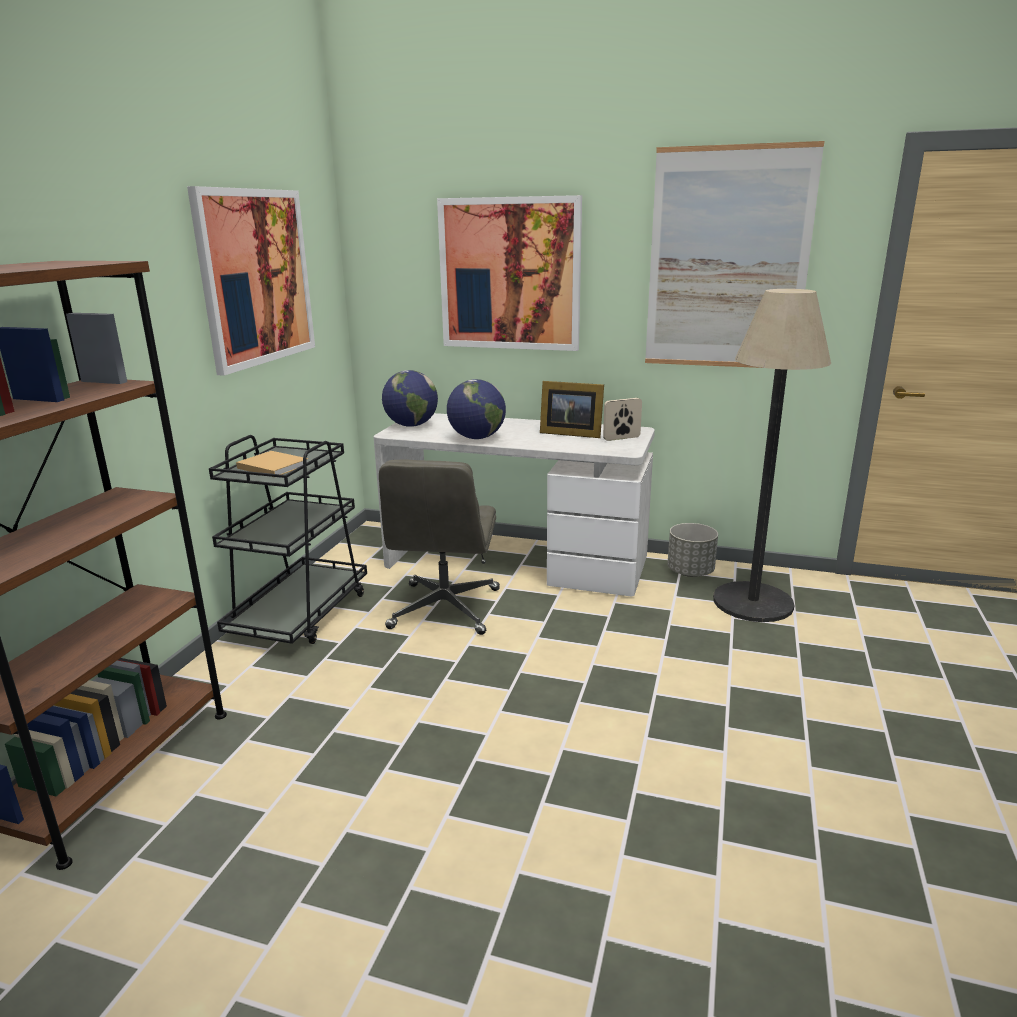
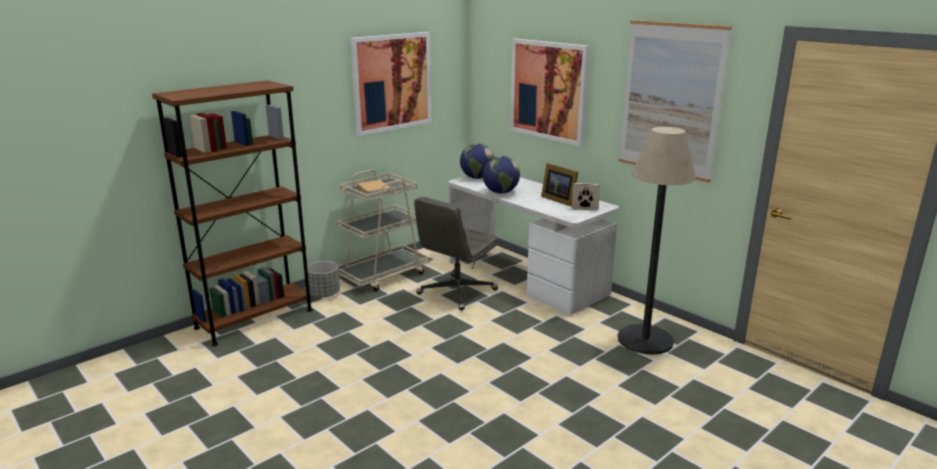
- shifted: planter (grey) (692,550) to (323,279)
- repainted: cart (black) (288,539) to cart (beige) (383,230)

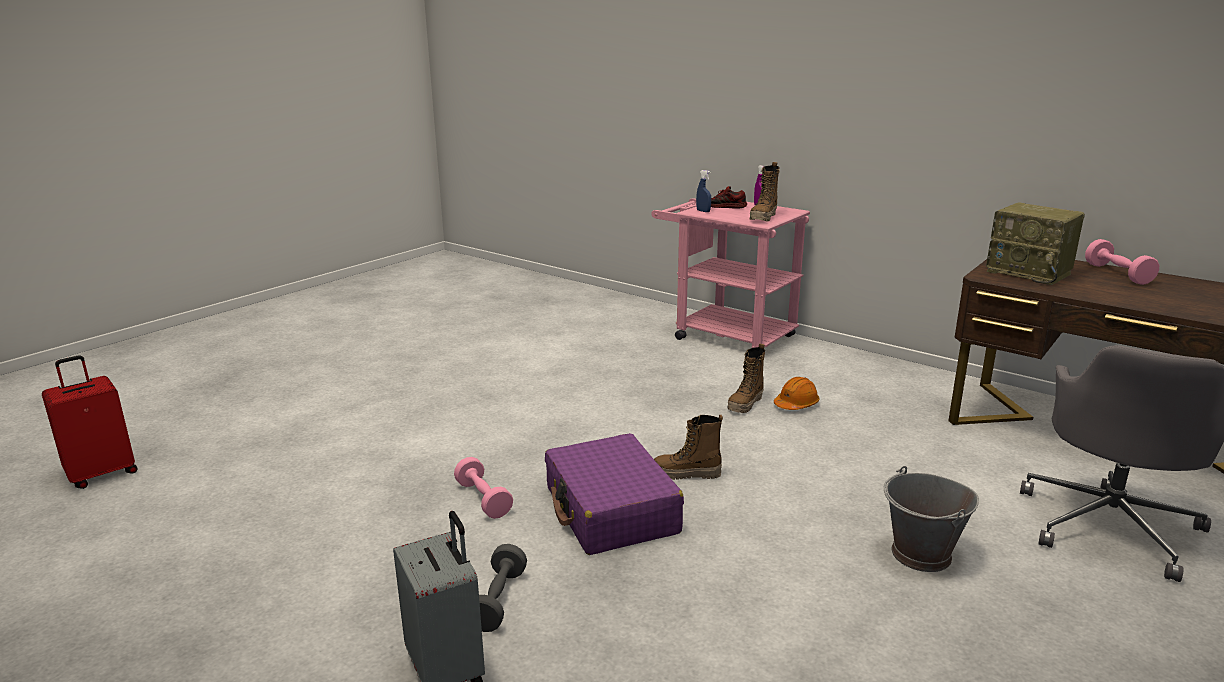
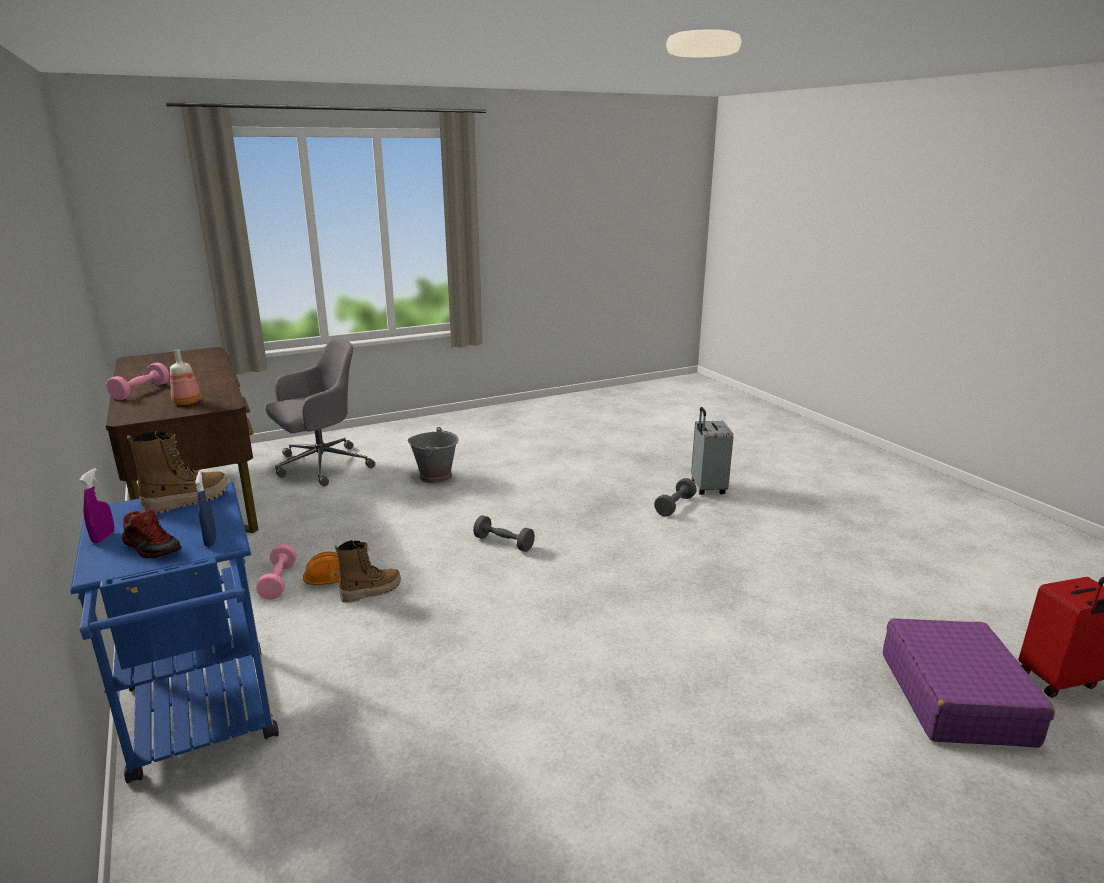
- repainted: cart (pink) (731,273) to cart (blue) (174,633)
- swapped: radio (1035,243) to bottle (185,377)
- shifted: dumbbell (pink) (483,488) to (276,572)
- swapped: boot (688,447) to dumbbell (grey) (504,533)
- shifted: suitcase (purple) (614,494) to (969,683)

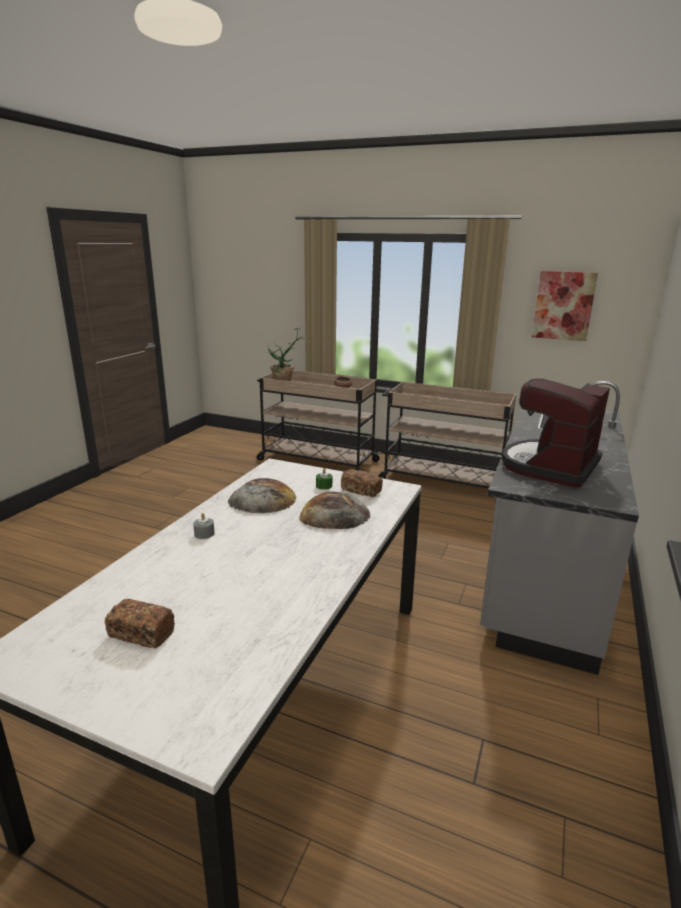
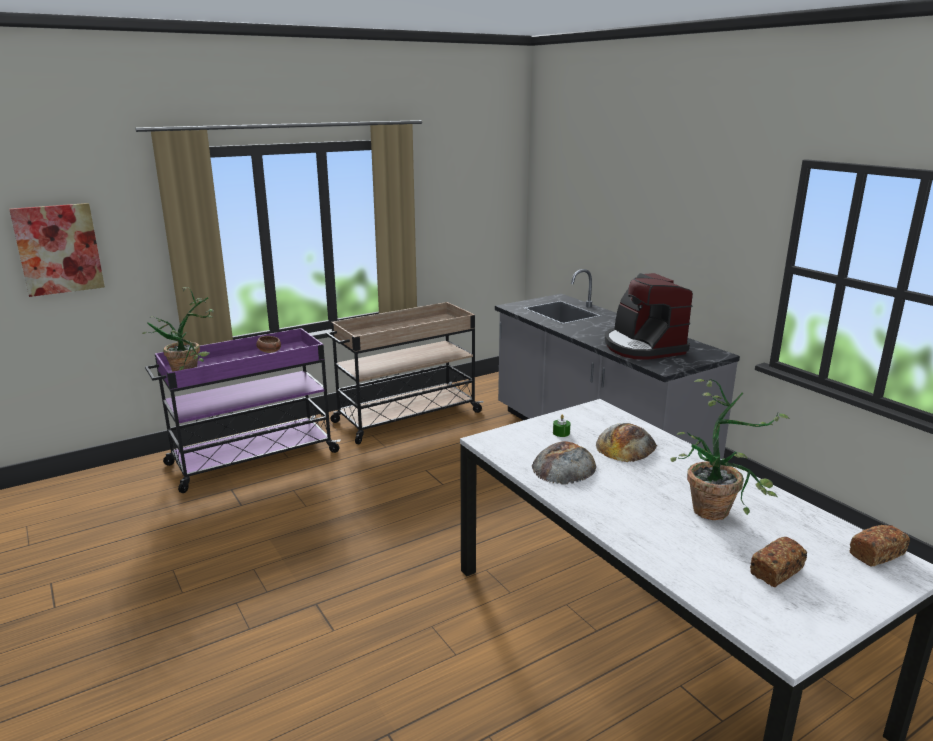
- shifted: picture (565,306) to (57,250)
- repainted: cart (beige) (319,420) to cart (purple) (243,410)
- new: potted plant (730,449)
- shifted: bread (362,483) to (880,546)
- gone: candle (grey) (204,526)

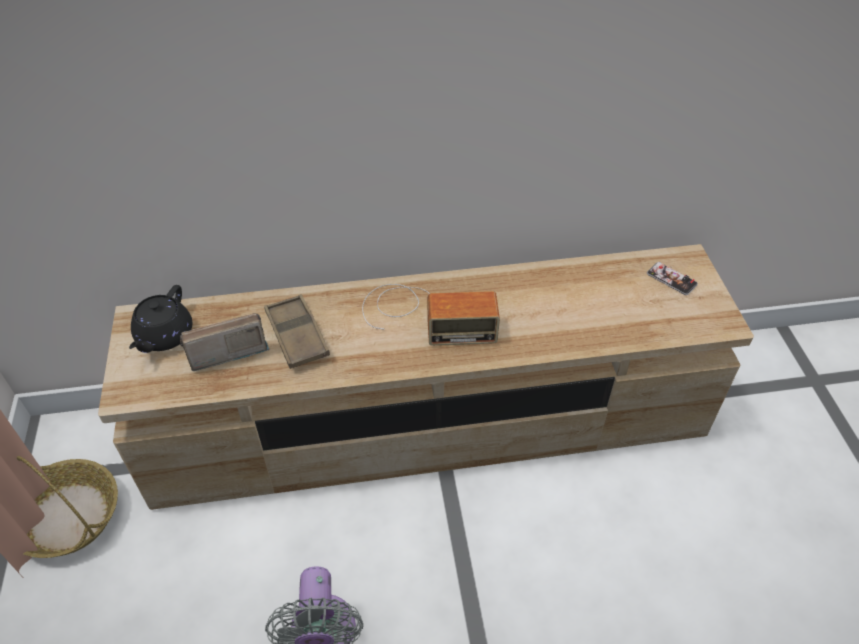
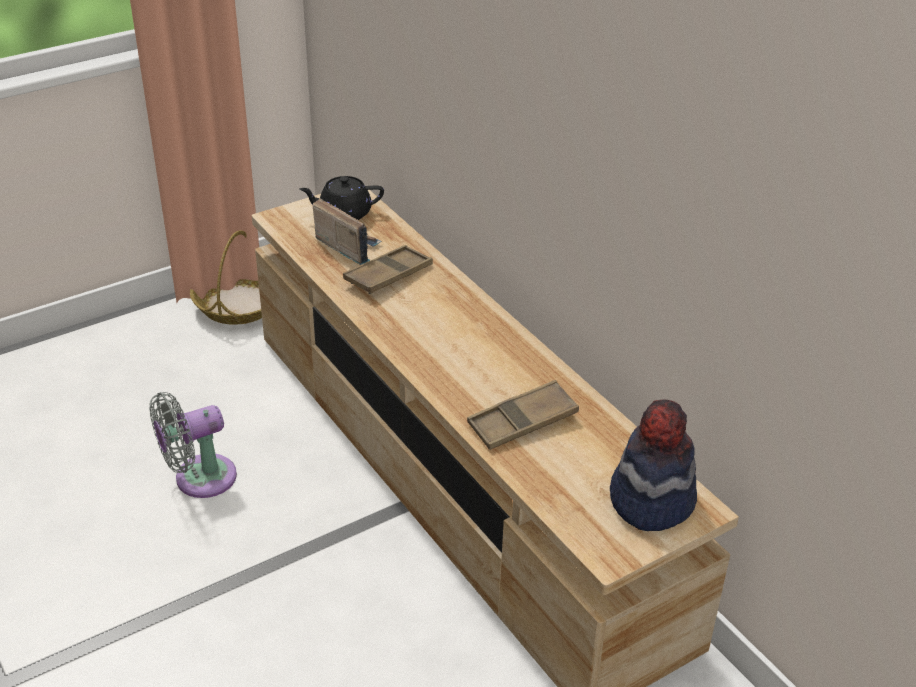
- new: tray (brown) (523,415)
- swapped: phone (672,278) to hat (653,465)
- gone: radio (431,315)

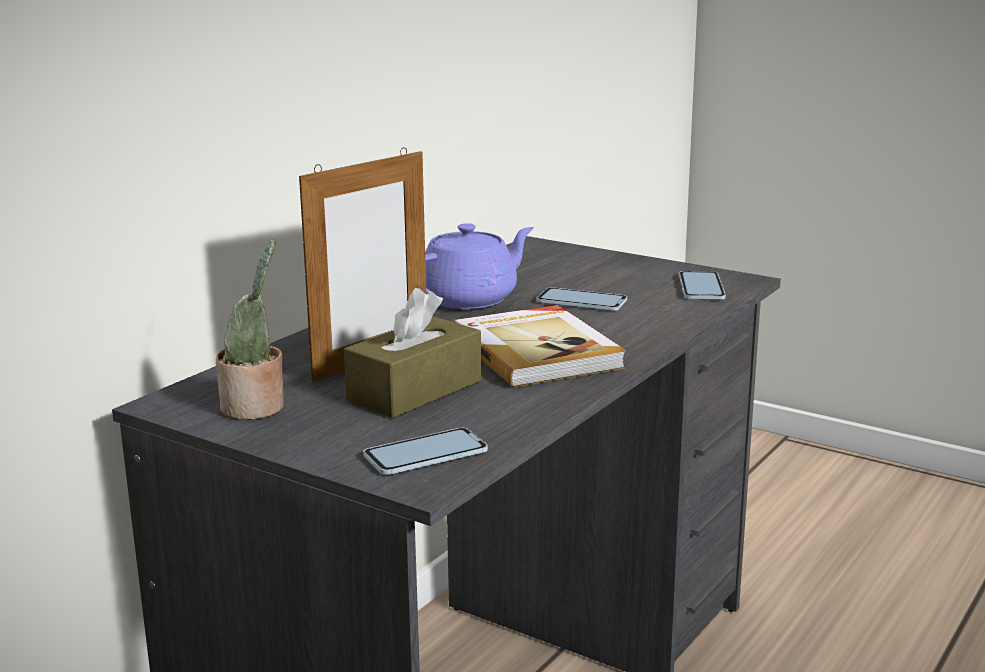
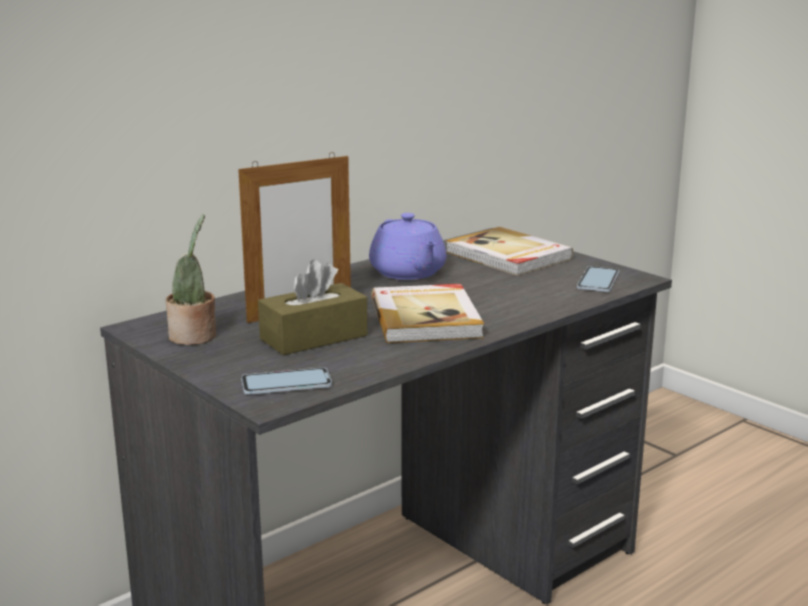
- rotated: teapot (purple) (479,266) = (407,246) 90 degrees clockwise
- new: book (509,251)
- gone: phone (581,299)

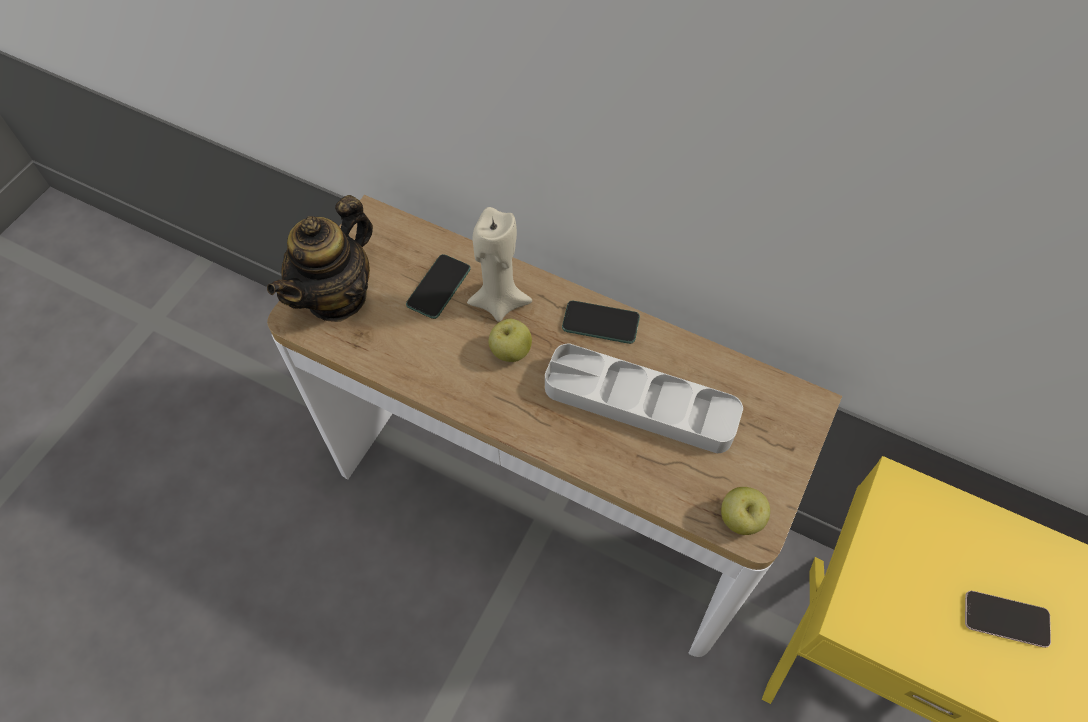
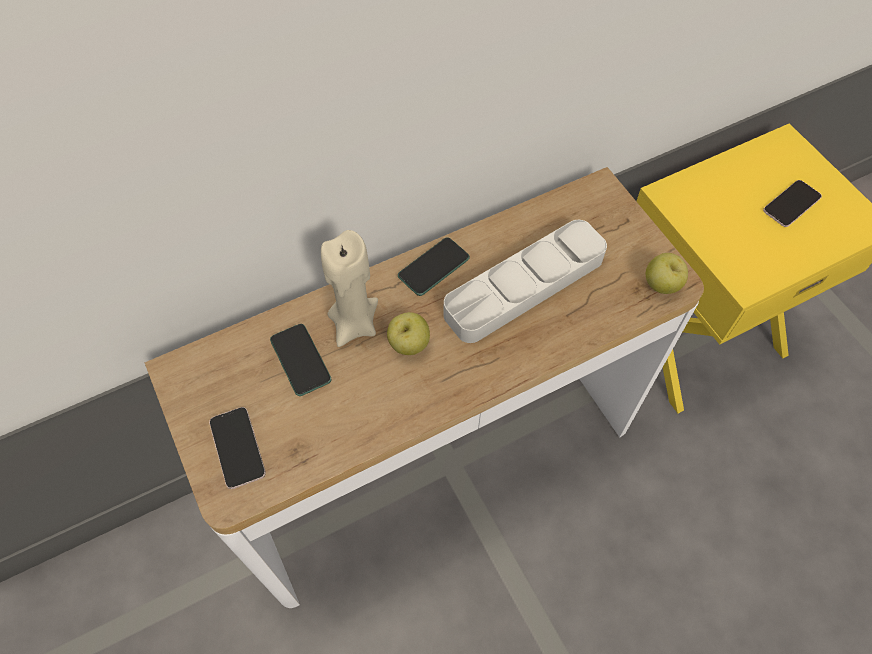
- swapped: teapot (320,258) to phone (237,448)

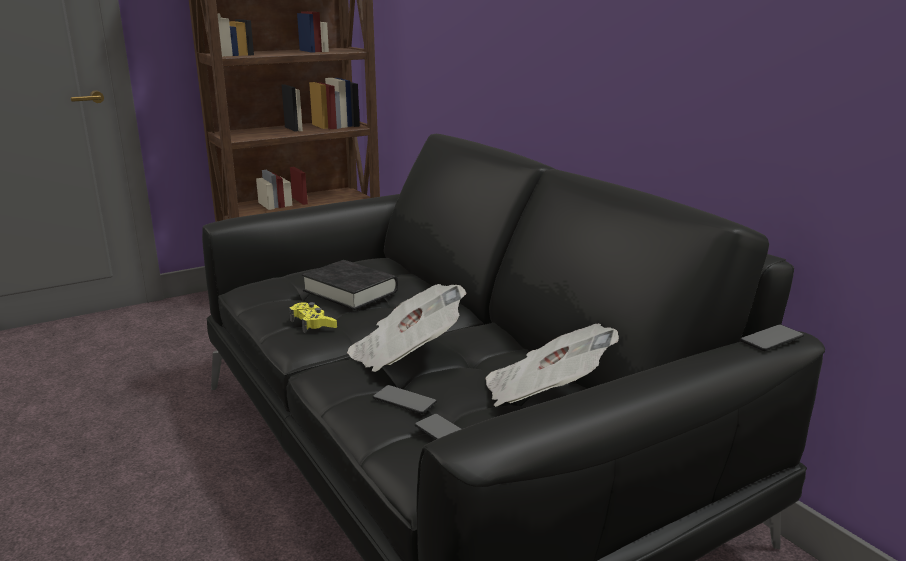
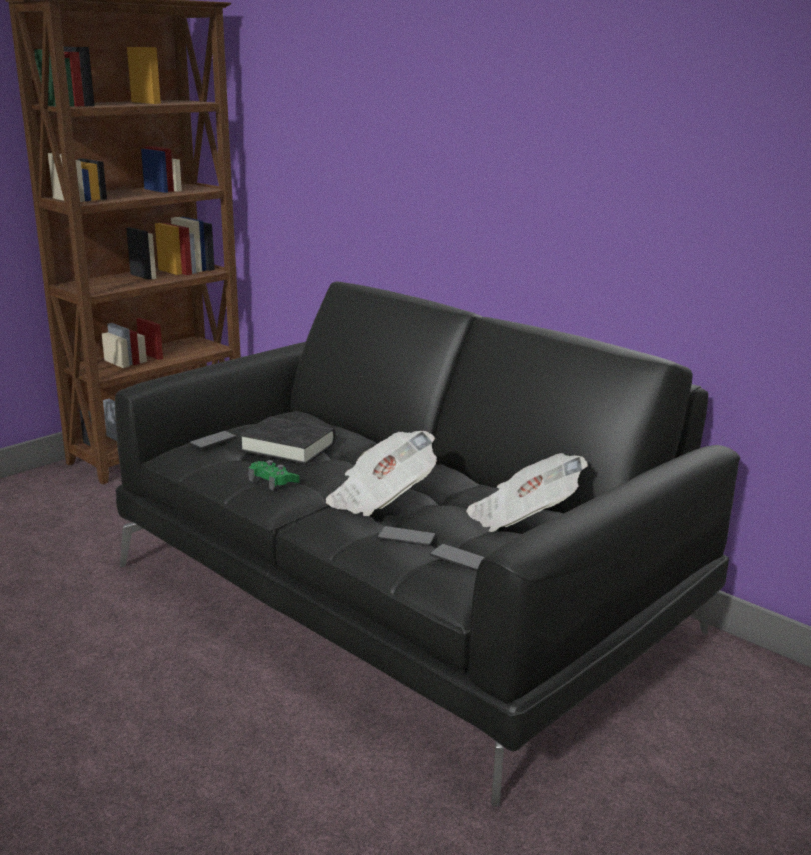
- shifted: phone (772,337) to (212,440)
- repainted: game controller (yellow) (313,317) to game controller (green) (274,475)

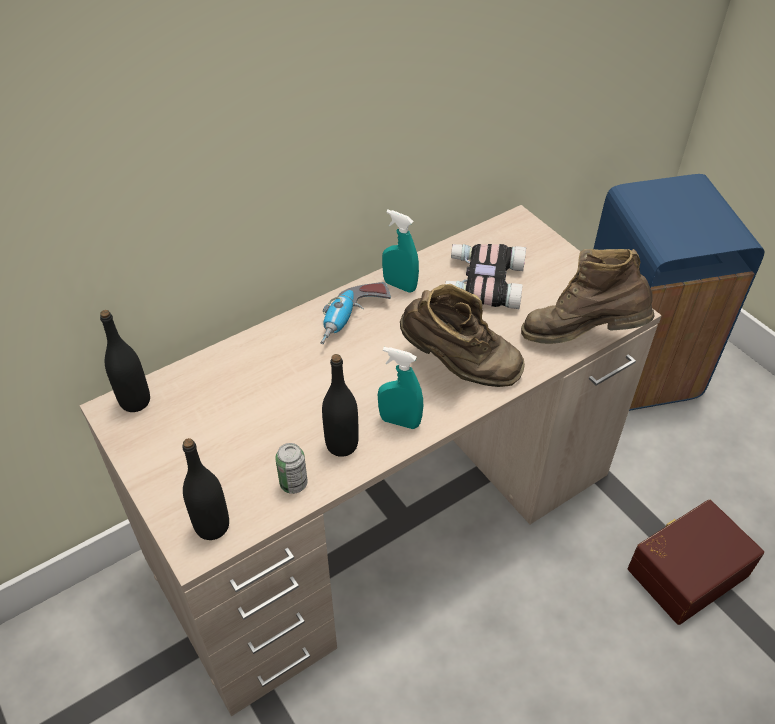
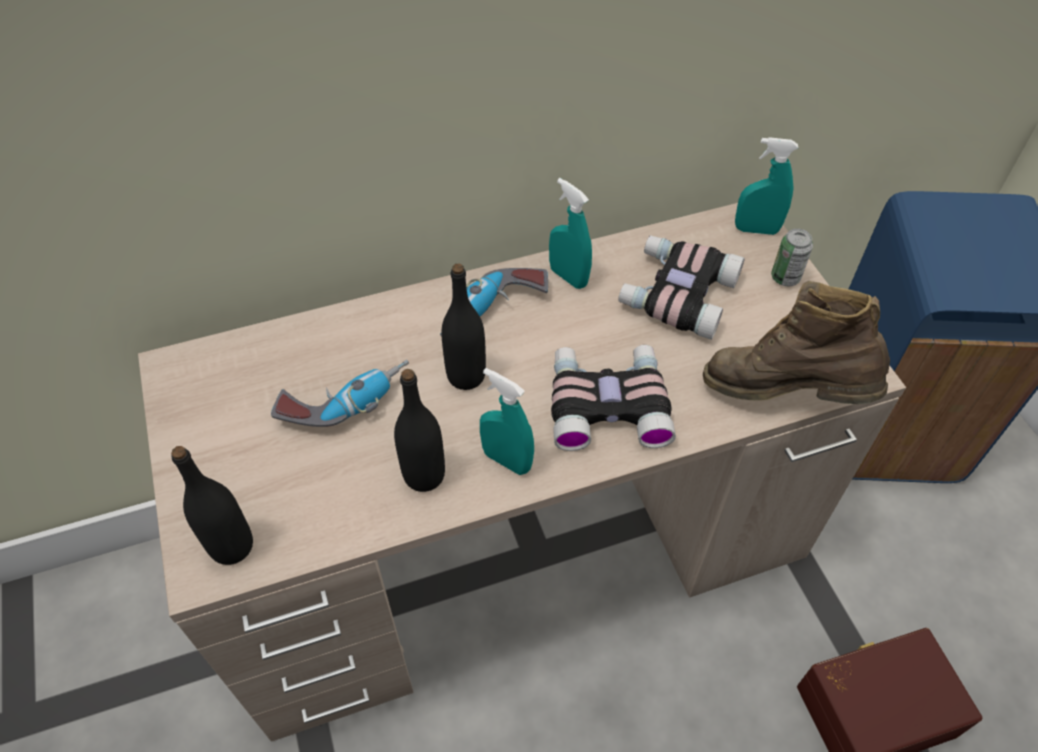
- new: power drill (340,393)
- shifted: bottle (black) (125,361) to (463,327)
- swapped: boot (brown) (462,335) to binoculars (613,398)
- new: spray bottle (turquoise) (766,186)
- shifted: can (291,468) to (792,257)

